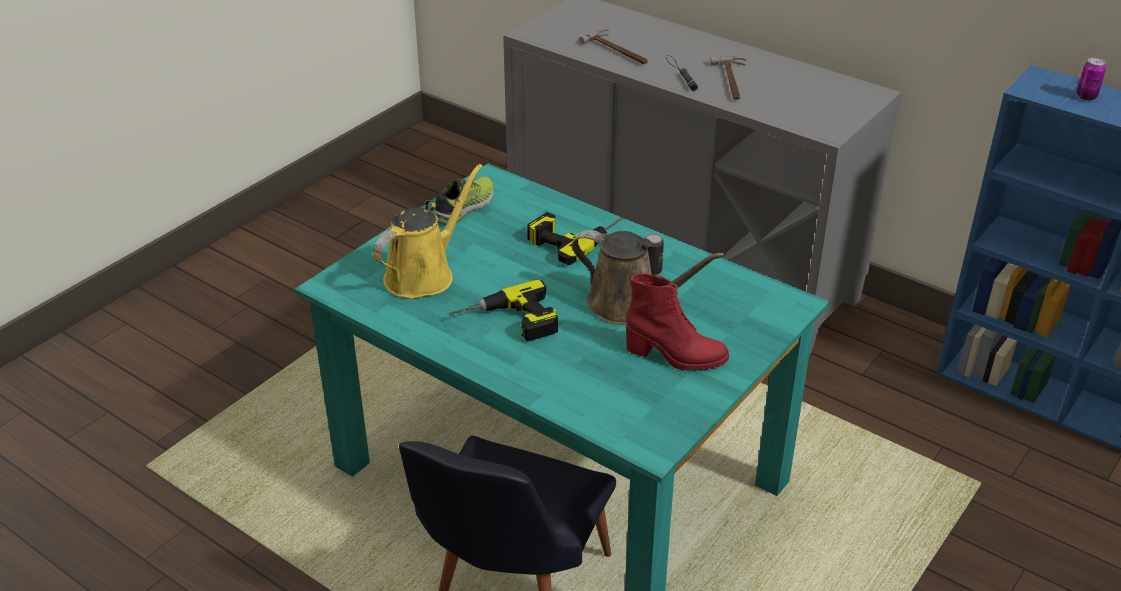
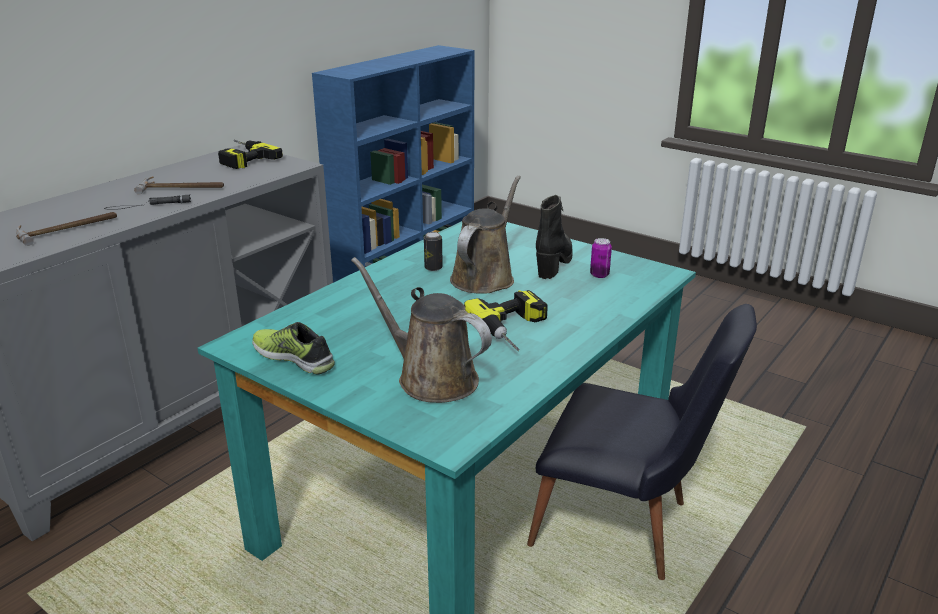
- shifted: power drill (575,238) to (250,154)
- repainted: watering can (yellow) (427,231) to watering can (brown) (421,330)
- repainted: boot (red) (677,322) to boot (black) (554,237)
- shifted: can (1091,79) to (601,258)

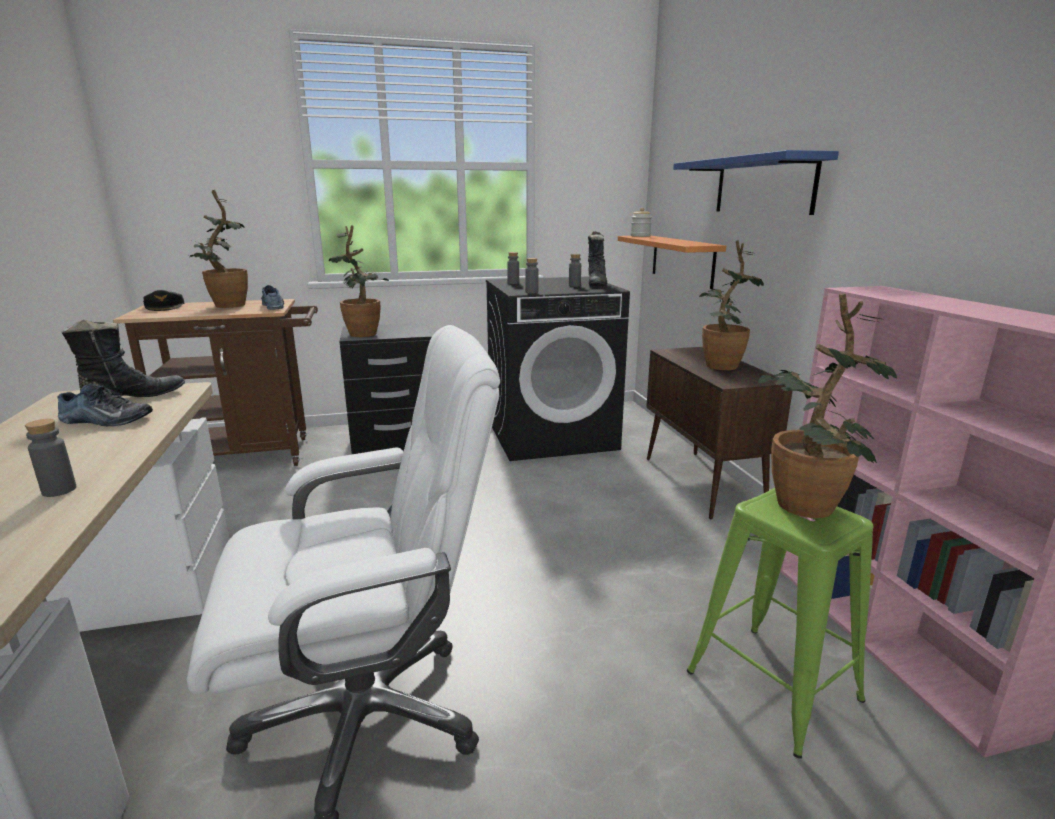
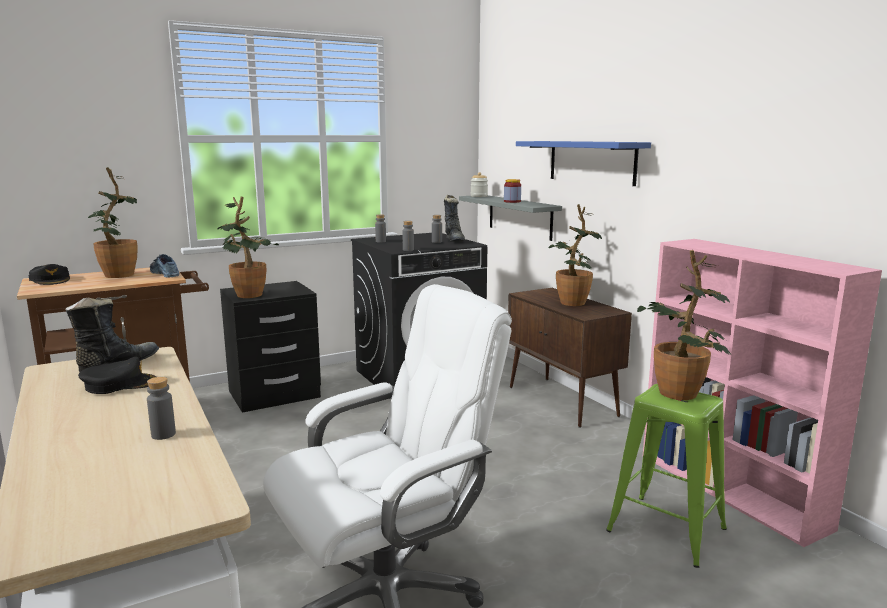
- swapped: shoe (105,405) to cap (black) (117,375)
- repainted: shelf (orange) (672,262) to shelf (grey) (510,218)
- new: jar (512,191)

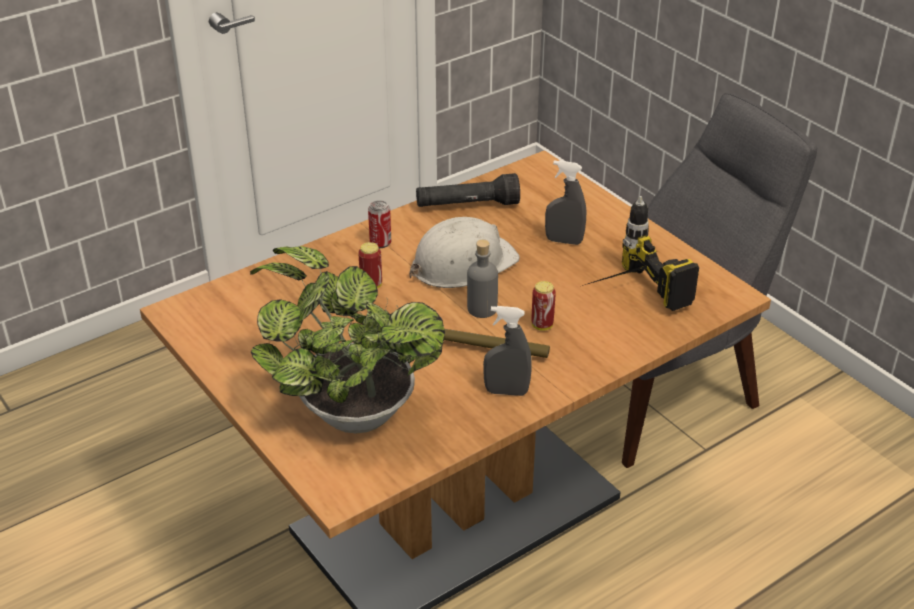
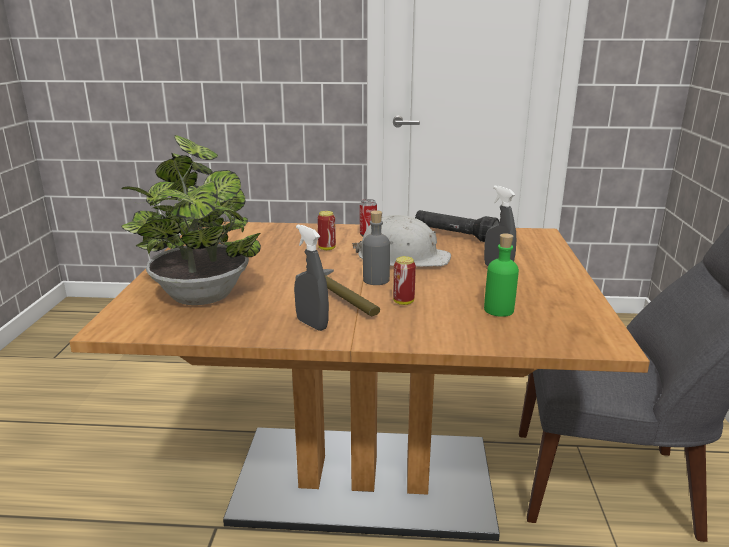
- swapped: power drill (640,253) to bottle (green) (501,275)

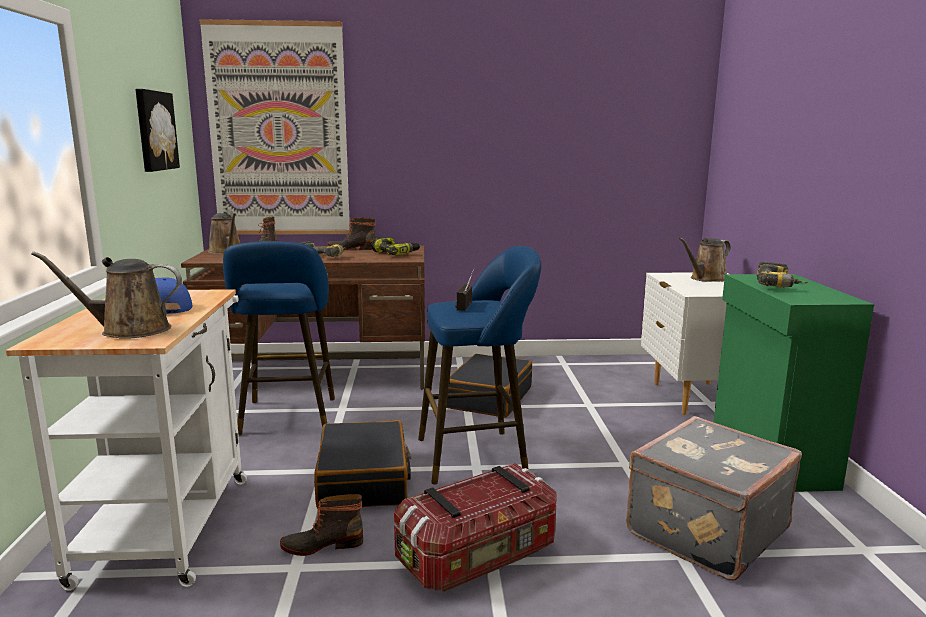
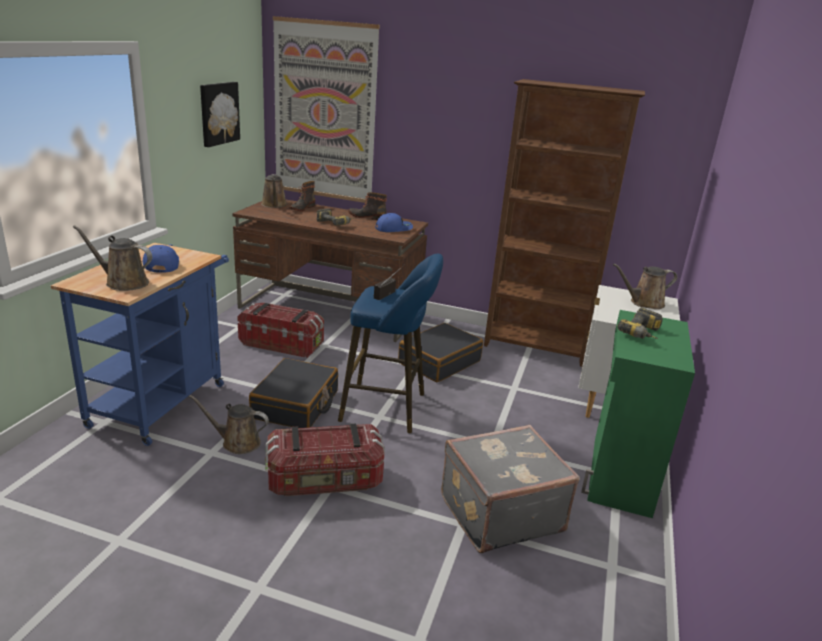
- repainted: cart (white) (126,440) to cart (blue) (140,344)
- swapped: boot (321,525) to watering can (brown) (229,424)
- swapped: stool (blue) (279,338) to storage box (280,330)
- swapped: power drill (396,246) to cap (blue) (394,222)
- new: bookcase (brown) (564,223)

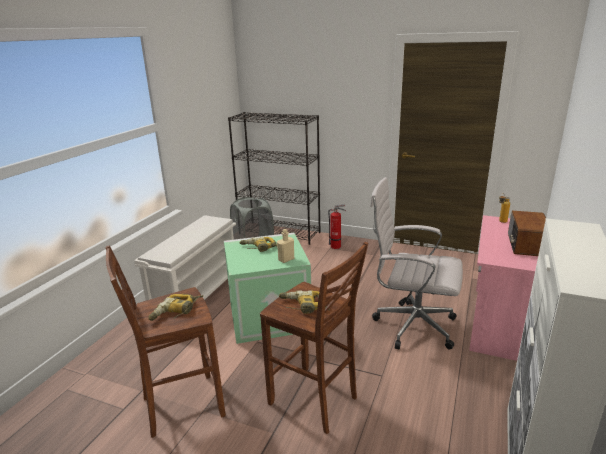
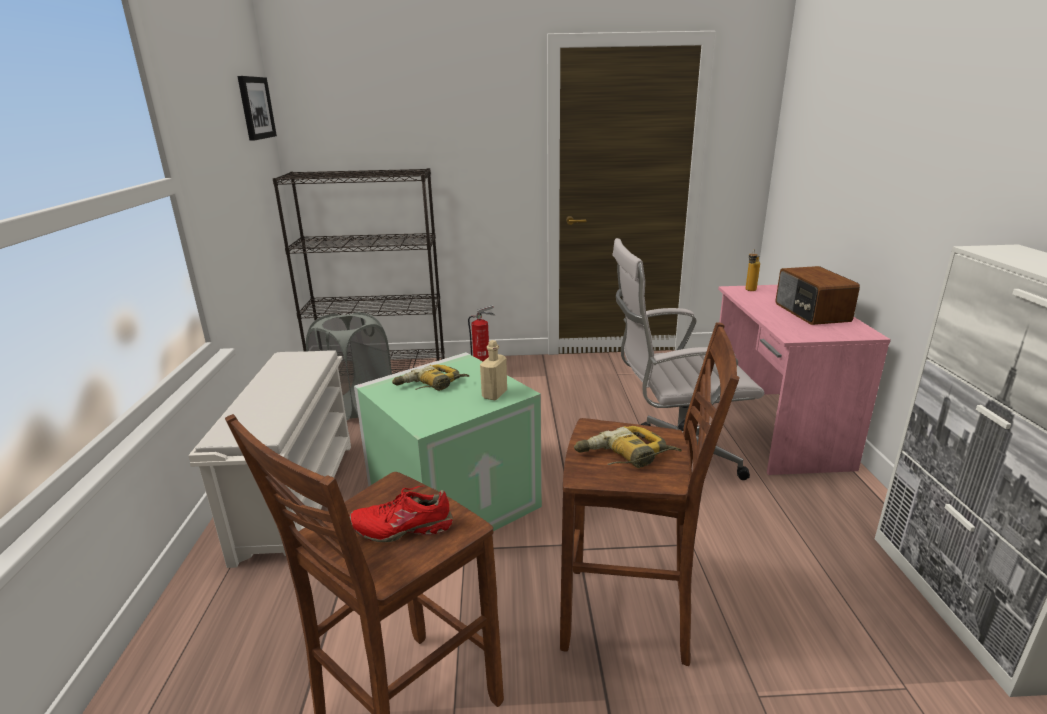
- new: picture (257,108)
- swapped: power drill (175,307) to shoe (red) (401,514)

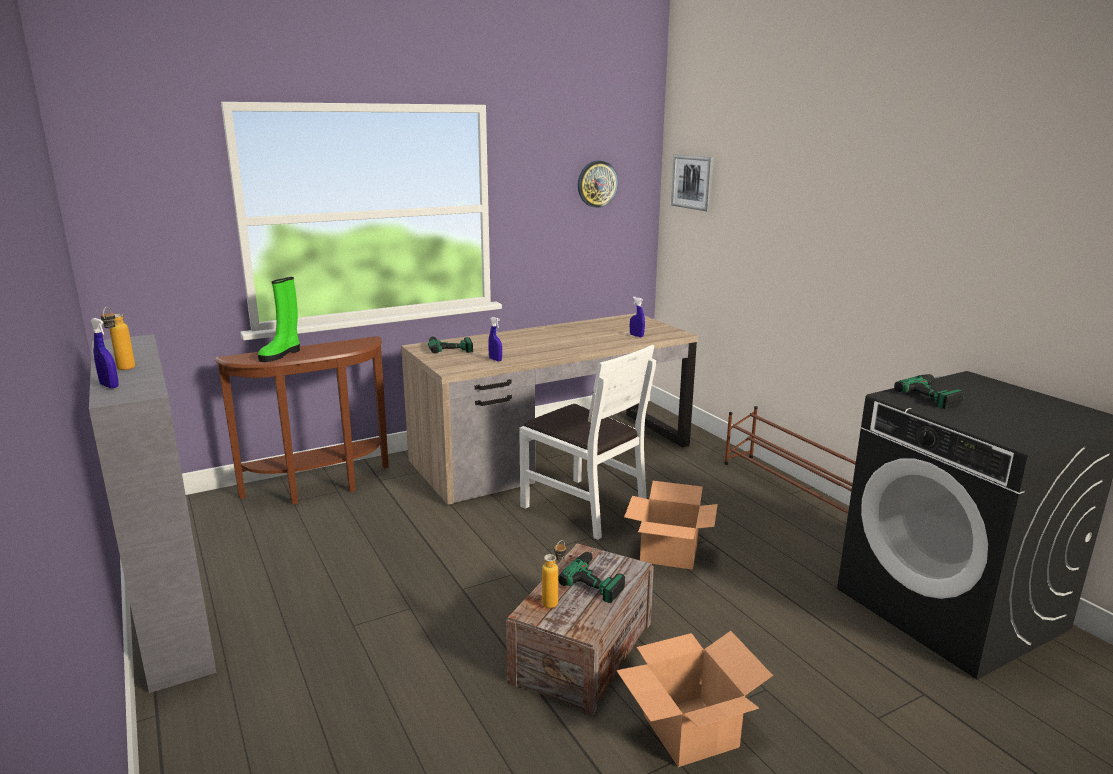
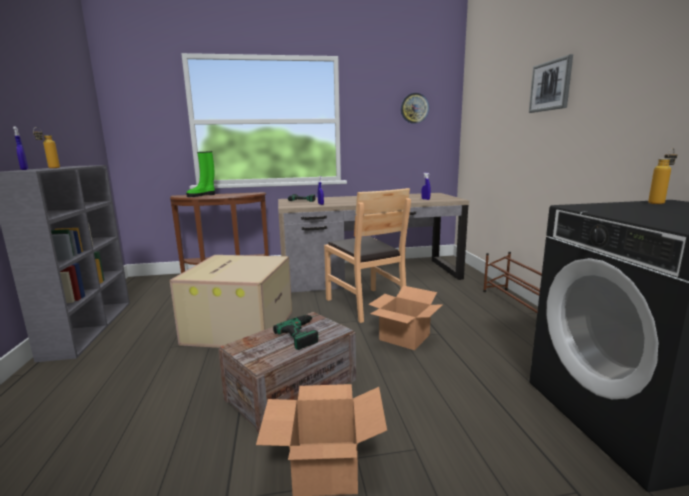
- new: cardboard box (230,301)
- repainted: chair (white) (587,442) to chair (brown) (367,255)
- shifted: picture (692,183) to (551,83)
- shifted: bottle (554,574) to (662,176)
- gone: power drill (929,391)

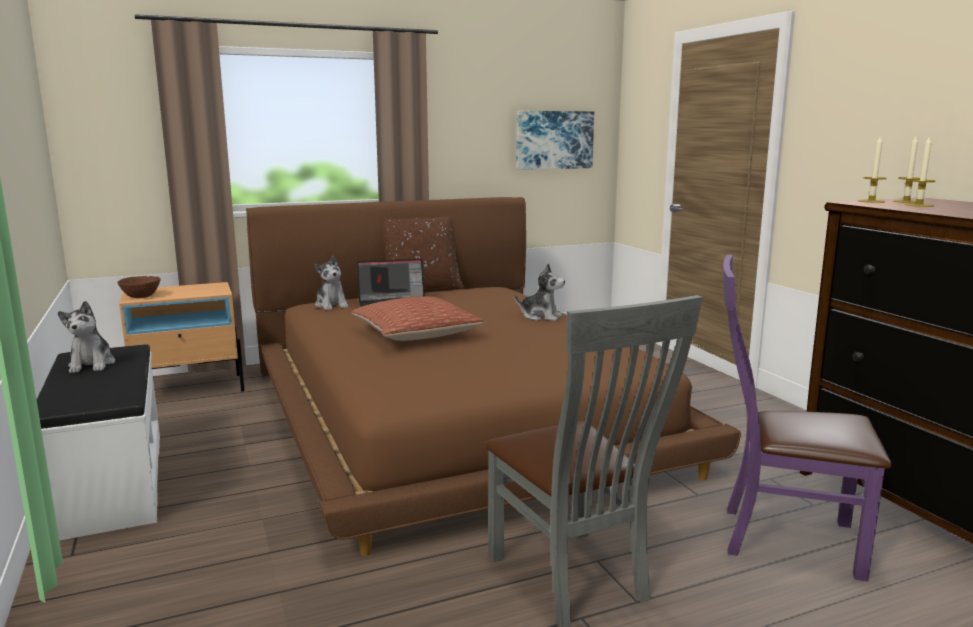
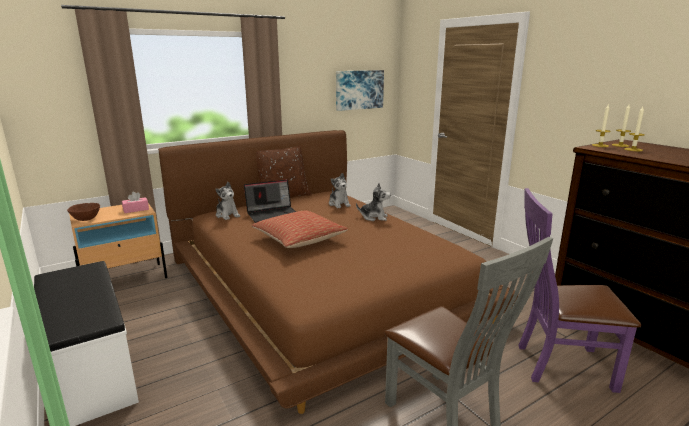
- new: tissue box (pink) (135,202)
- shifted: plush toy (86,337) to (340,190)

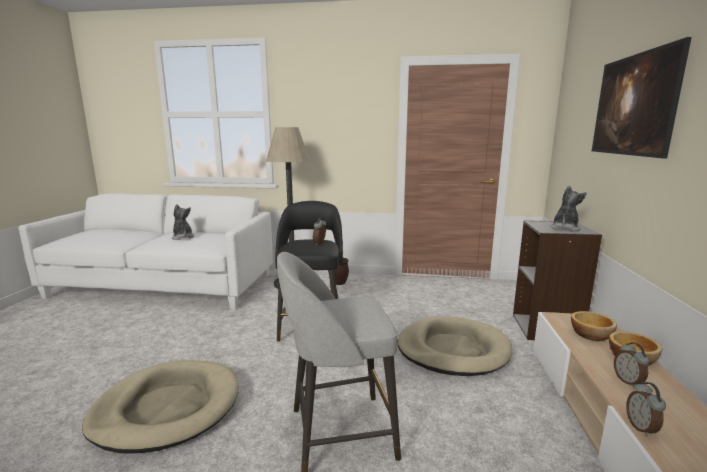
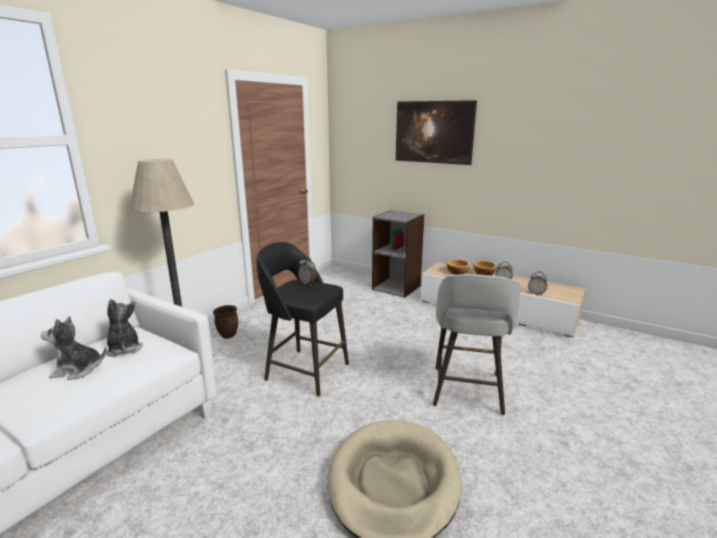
- shifted: plush toy (569,208) to (125,328)
- gone: dog bed (beige) (455,346)

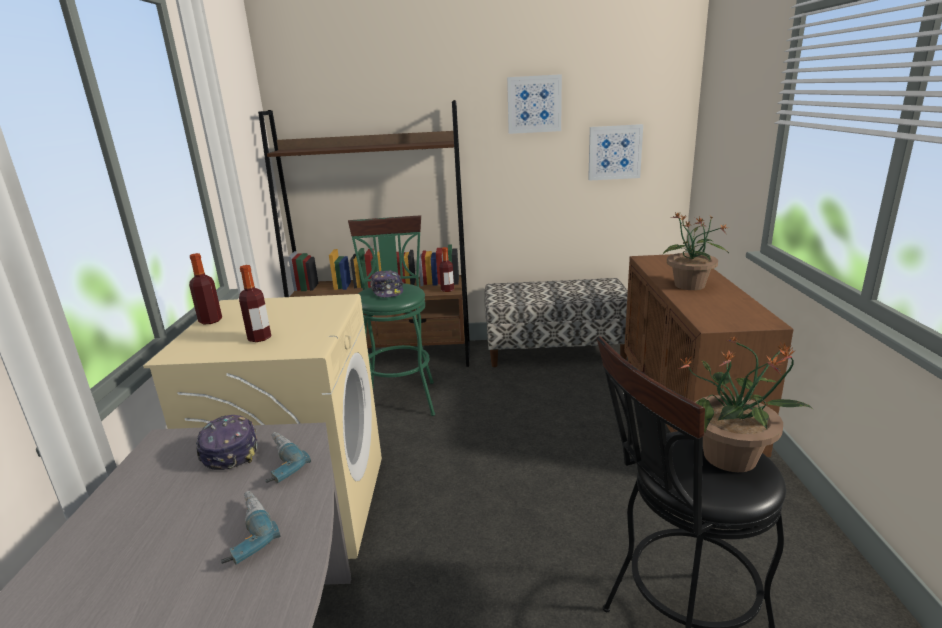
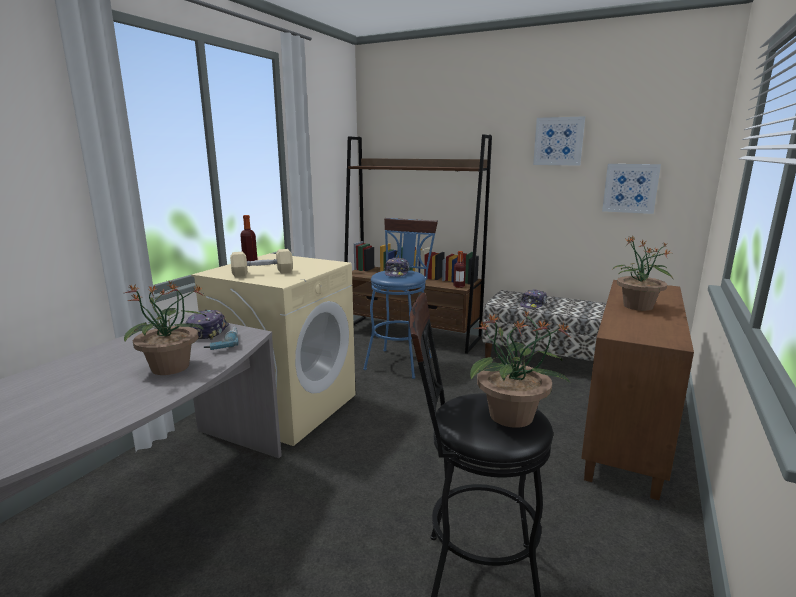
- swapped: power drill (251,527) to potted plant (165,328)
- swapped: bottle (255,303) to dumbbell (beige) (261,263)
- repainted: stool (green) (391,315) to stool (blue) (400,298)
- new: cap (533,299)

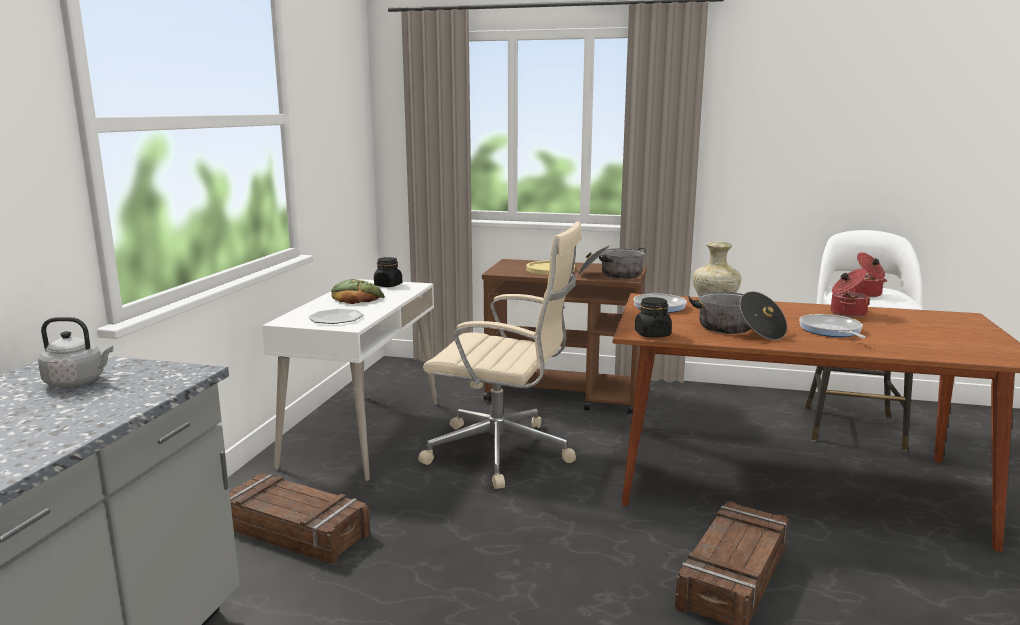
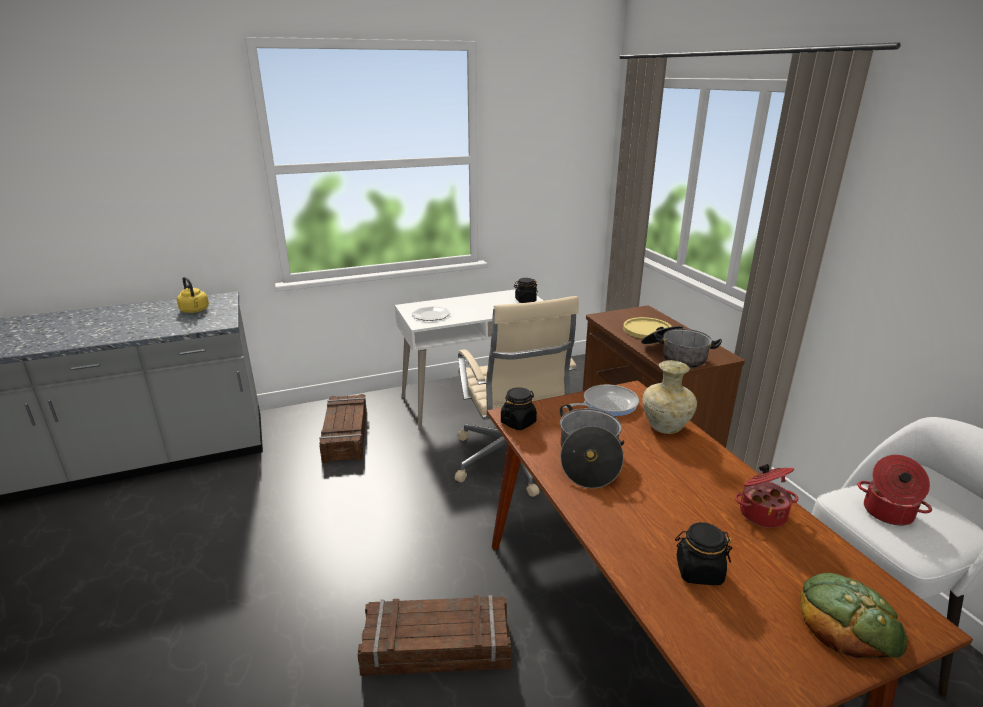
- repainted: kettle (grey) (76,352) to kettle (yellow) (193,295)
- new: jar (black) (703,553)
- shifted: bread (358,291) to (854,615)
- gone: frying pan (832,326)

